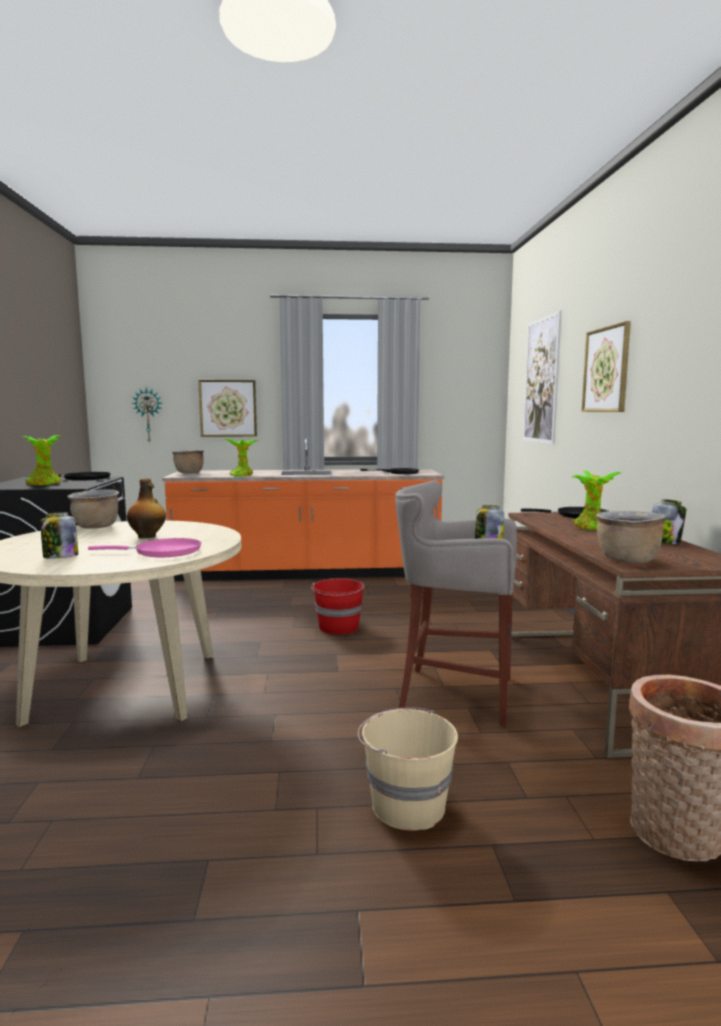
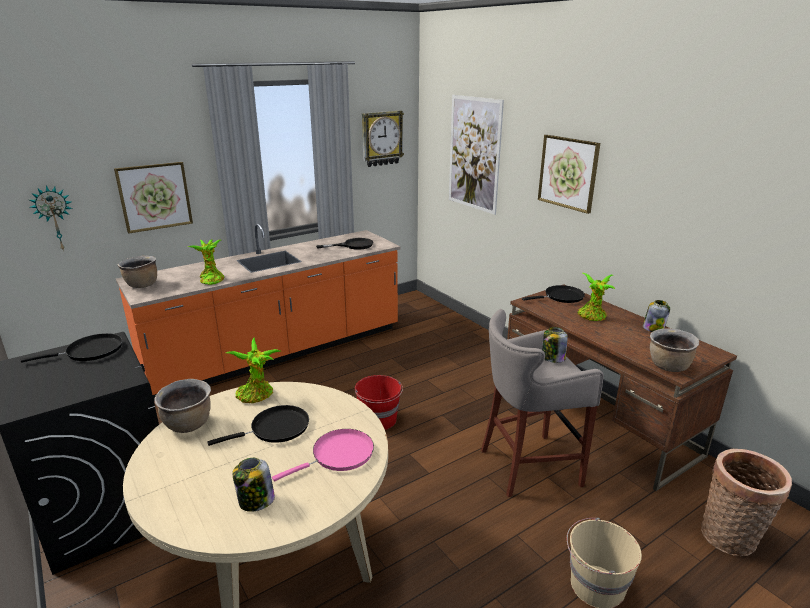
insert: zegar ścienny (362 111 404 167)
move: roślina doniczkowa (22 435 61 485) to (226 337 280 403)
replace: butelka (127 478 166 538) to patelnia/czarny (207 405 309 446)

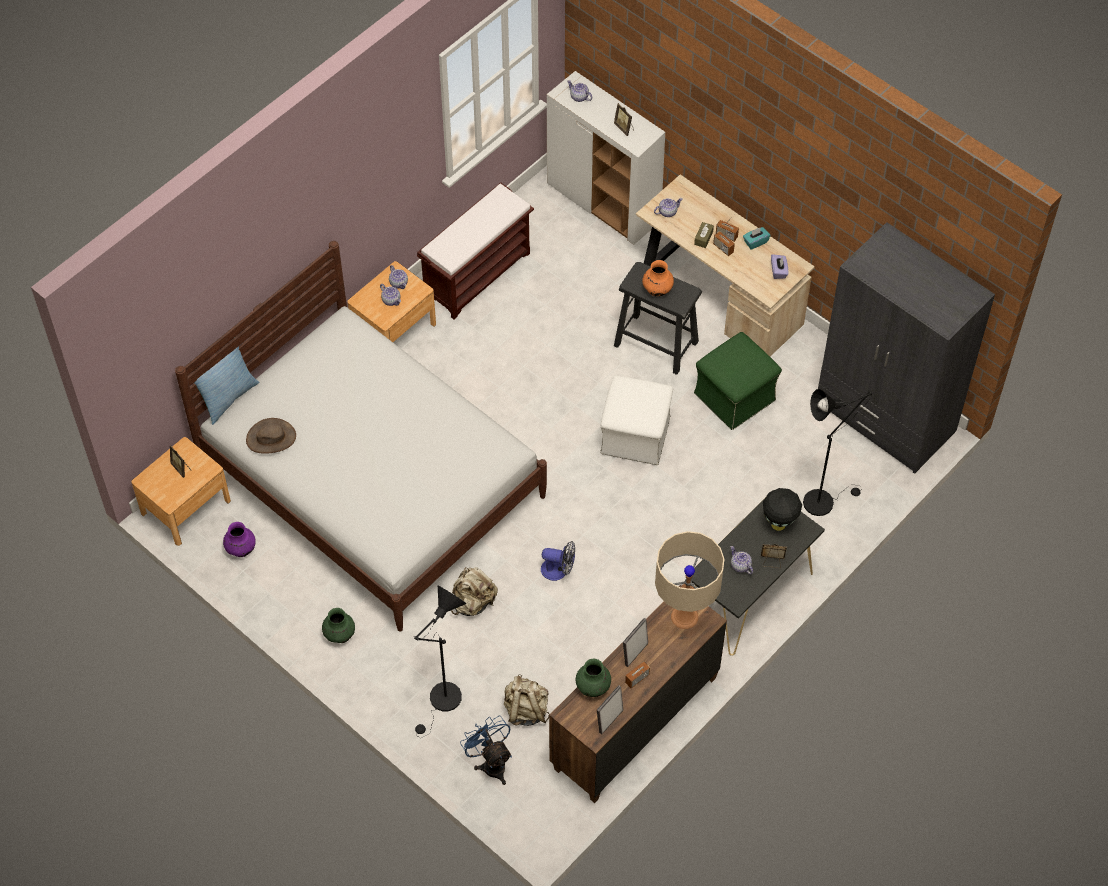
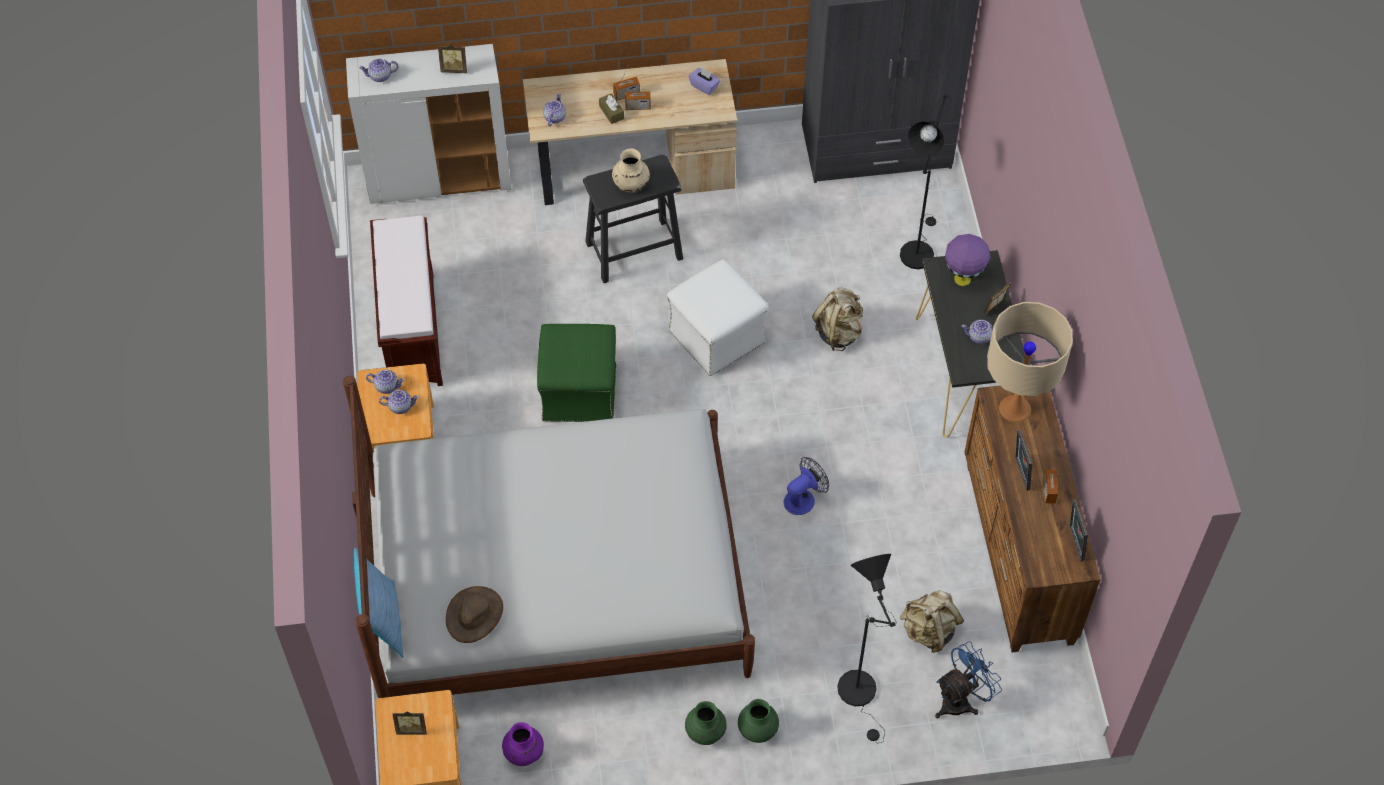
delete: pudełko chusteczek/turkusowy (743 227 770 250)
move: pufa/zielony (694 332 782 430) to (537 324 617 422); plecak/beżowy (451 567 498 616) to (812 287 863 351); wazon/zielony (576 659 611 697) to (738 699 779 743)
recolor: wazon/pomarańczowy (642 260 674 296) to wazon/beżowy (612 149 650 193); lampa stołowa/czarny (763 488 802 531) to lampa stołowa/fioletowy (945 234 990 286)
rotate: wentylator/niebieski (460 716 512 785) = (935 641 1002 718) 135 degrees clockwise

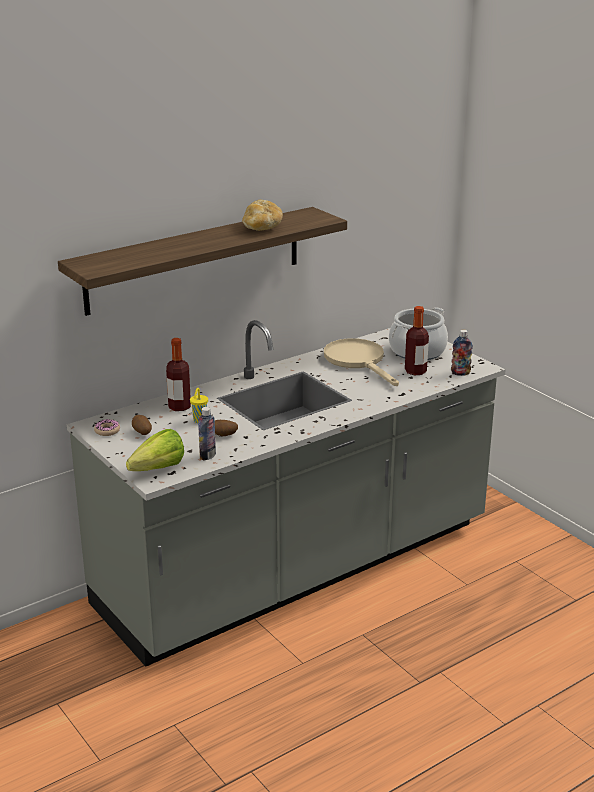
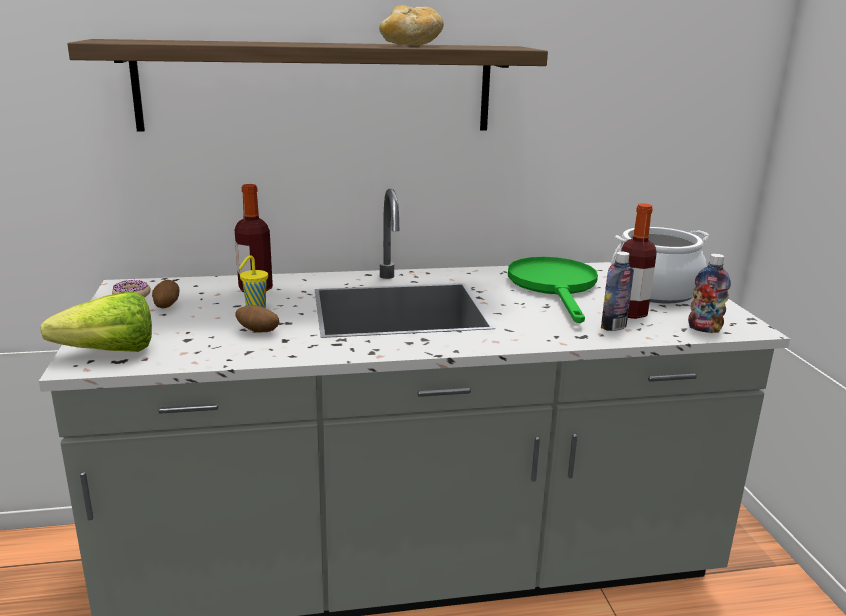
move: butelka (198 407 216 461) to (601 251 634 331)
recolor: patelnia/beżowy (324 338 399 386) to patelnia/zielony (508 257 598 323)

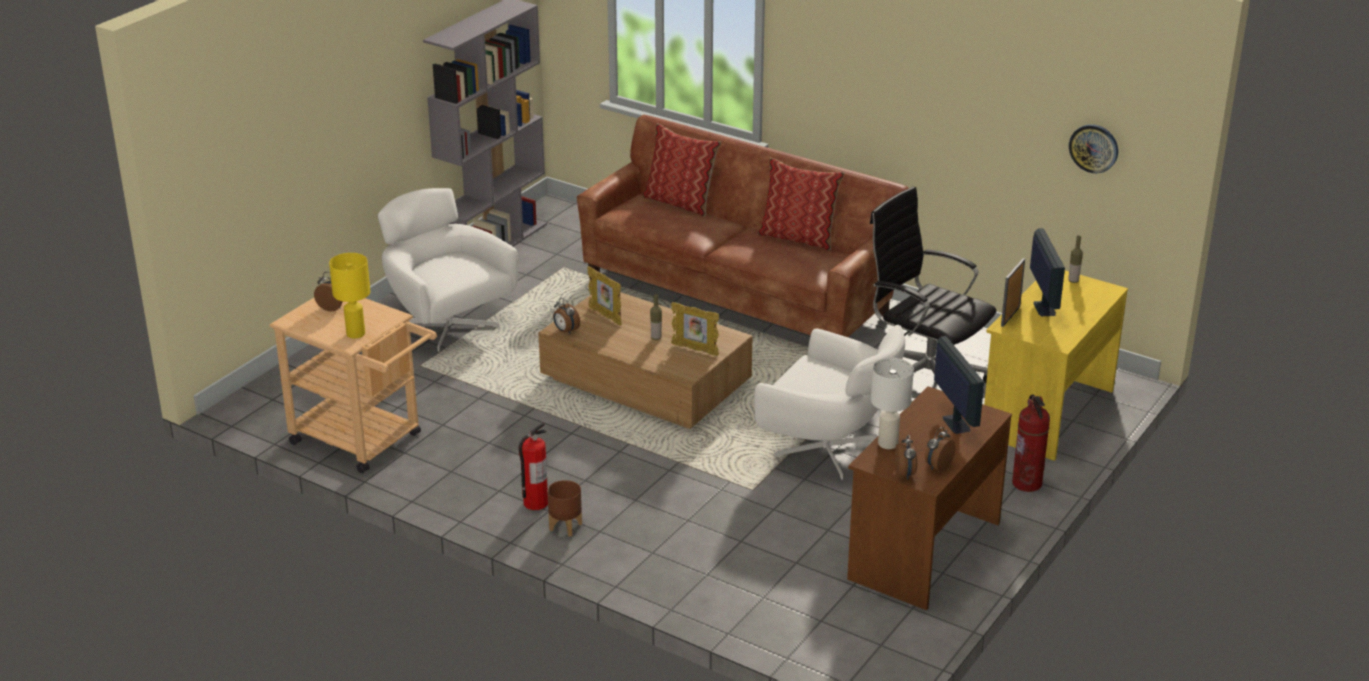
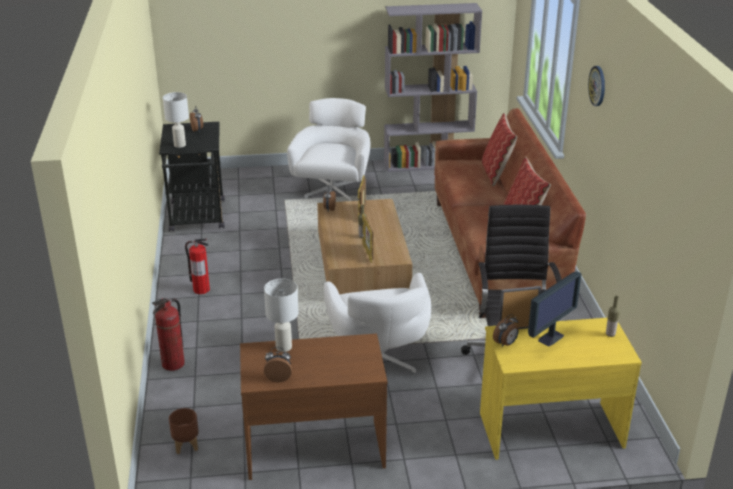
delete: monitor (934 336 984 434)
move: zegar ścienny (1069 124 1118 173) to (588 66 605 106); gaśnica (1012 394 1050 492) to (152 298 185 371); budzik (895 435 917 480) to (493 314 519 347); donica/brązowy (547 480 582 537) to (169 408 199 454)
recolor: lampa stołowa/żółty (329 253 370 339) to lampa stołowa/biały (163 92 189 148); wózek/beżowy (270 298 437 473) to wózek/czarny (159 122 225 231)

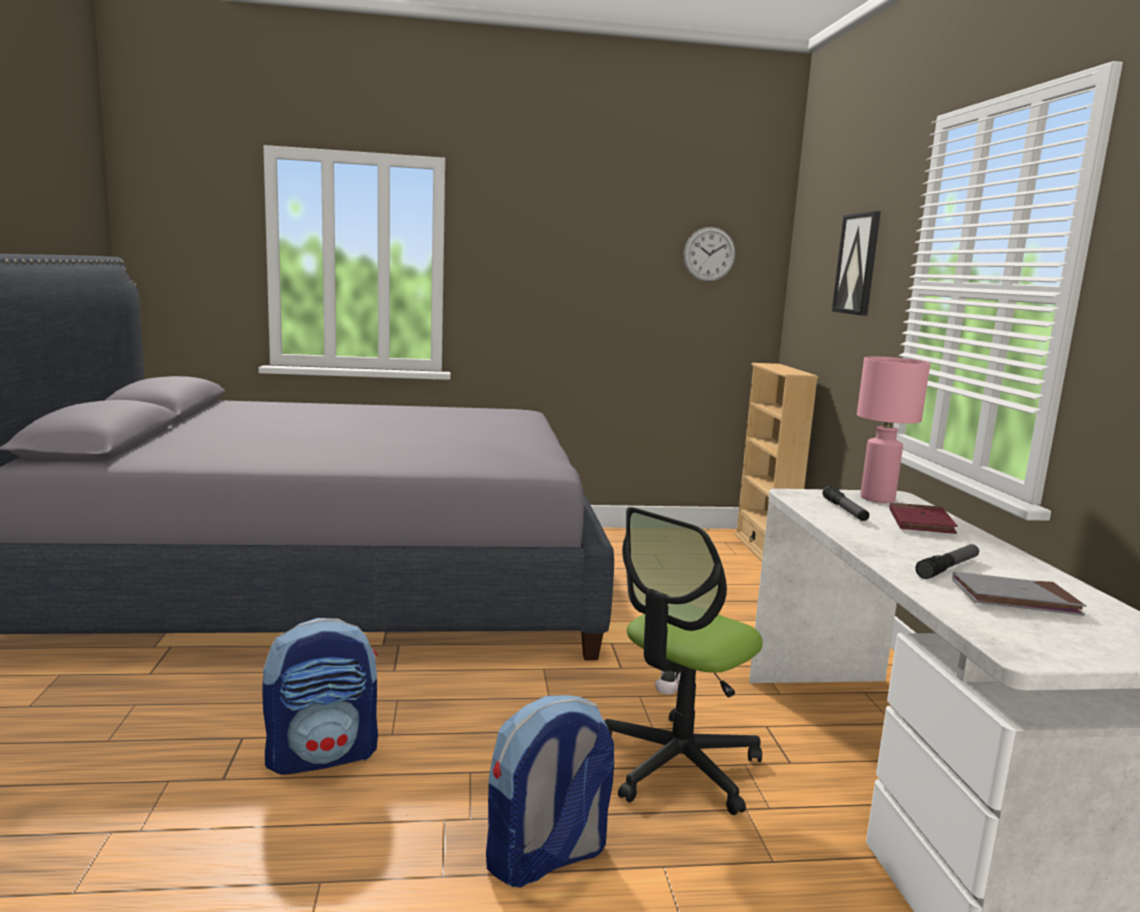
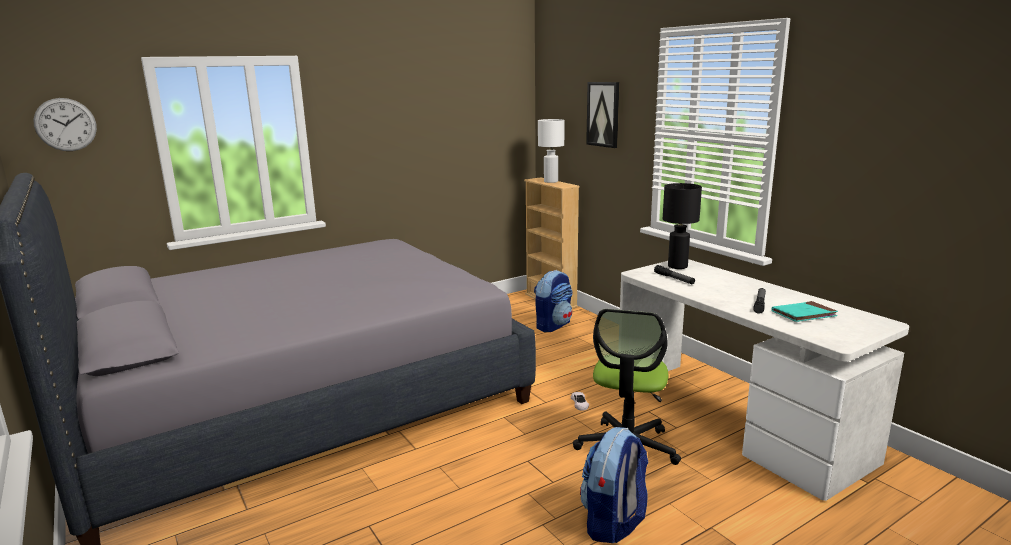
delete: książka/czerwony (889 503 958 534)
insert: lampa stołowa/biały (538 119 565 183)
move: zegar ścienny (683 227 735 282) to (33 98 97 151); plecak (262 618 378 775) to (534 270 573 332)
recolor: lampa stołowa/różowy (857 357 930 503) to lampa stołowa/czarny (663 183 702 269); książka/szary (952 572 1086 616) to książka/turkusowy (771 301 838 322)

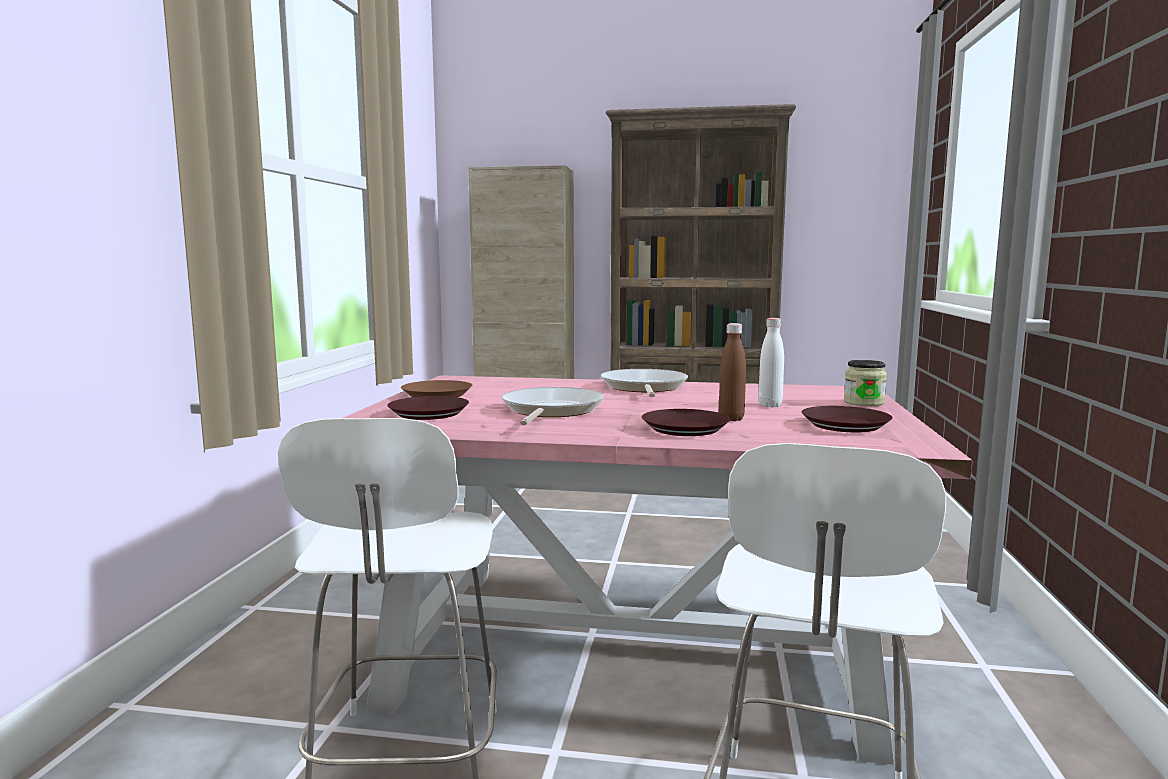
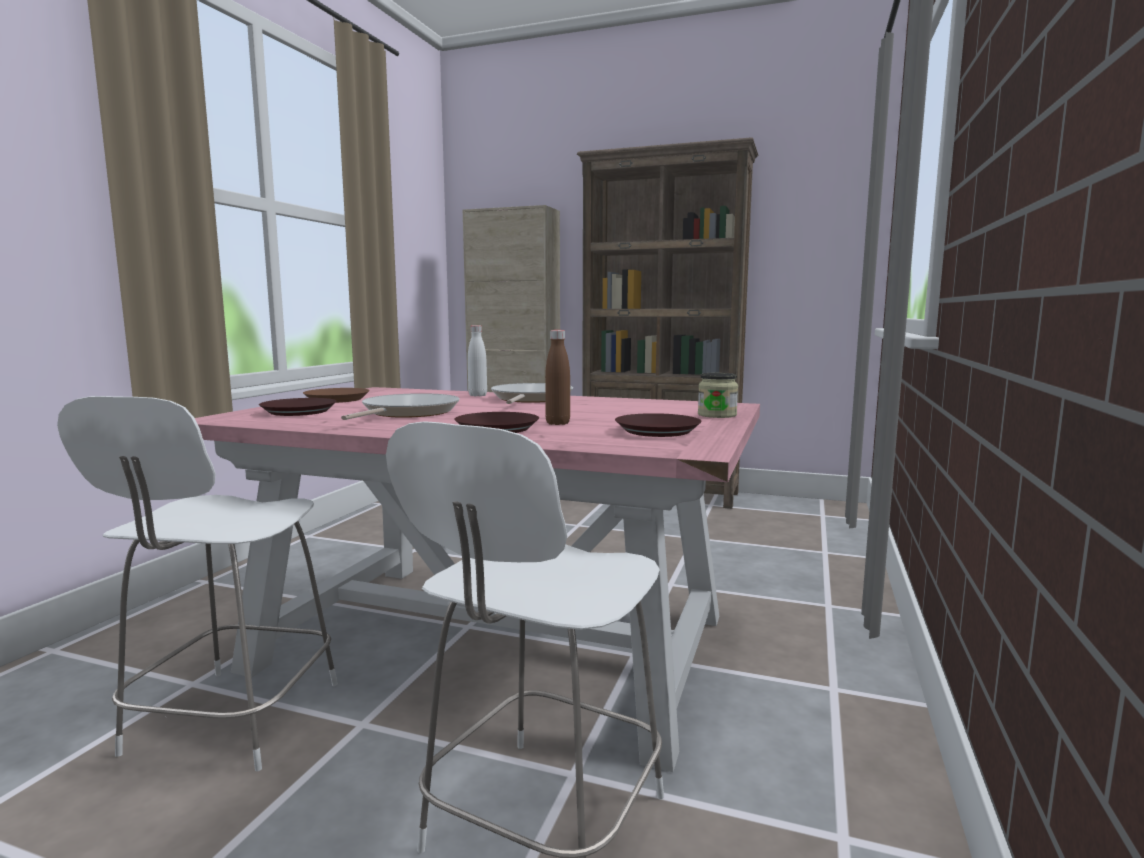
move: butelka/biały (758 318 784 407) to (468 325 487 396)

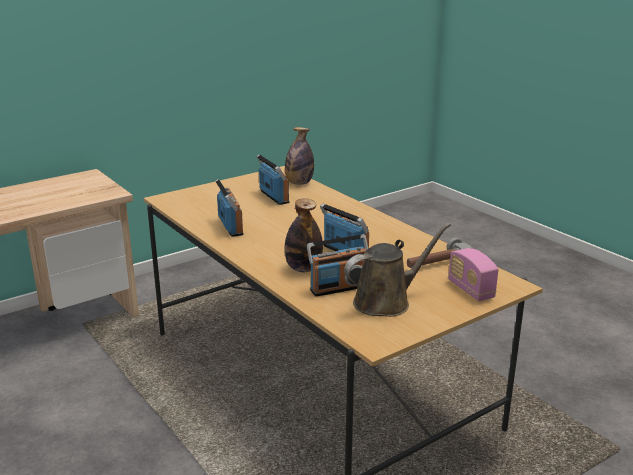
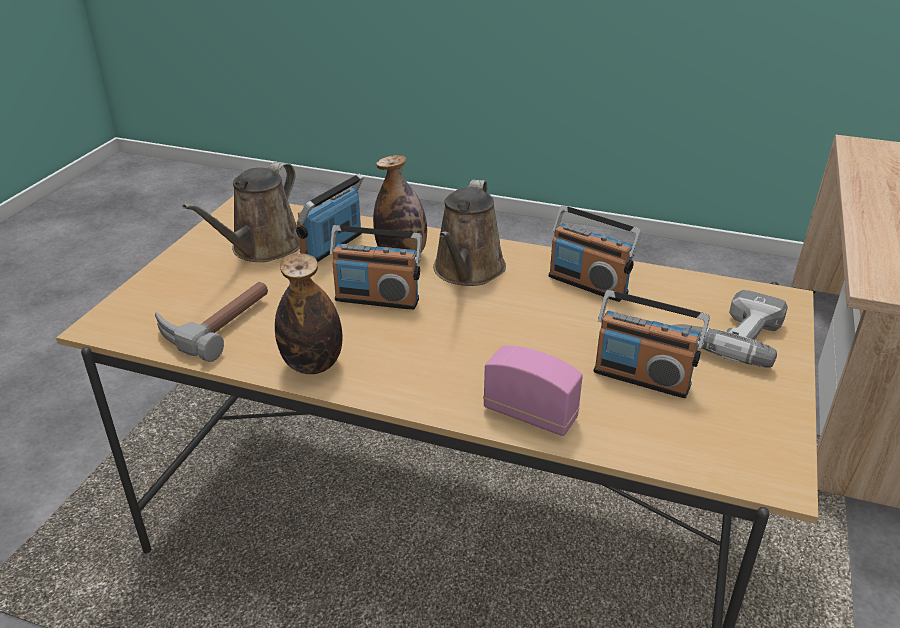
insert: konewka/brązowy (433 180 506 286); wiertarka (672 290 788 368)
move: butelka (285 127 314 185) to (275 253 342 374); radio (449 248 498 301) to (483 346 583 436)

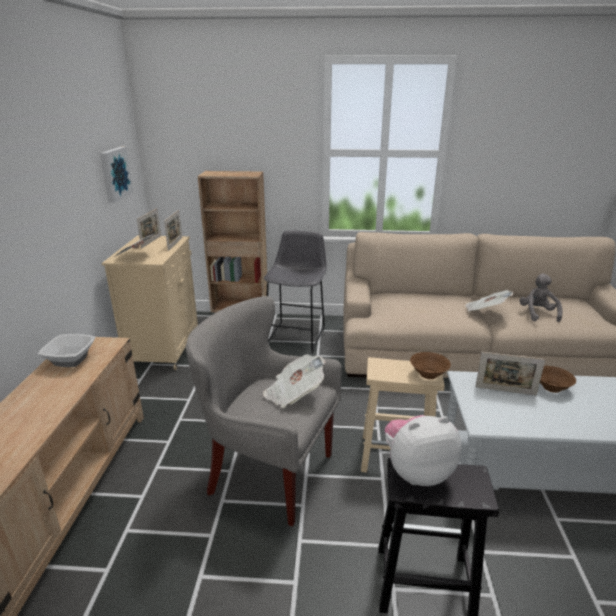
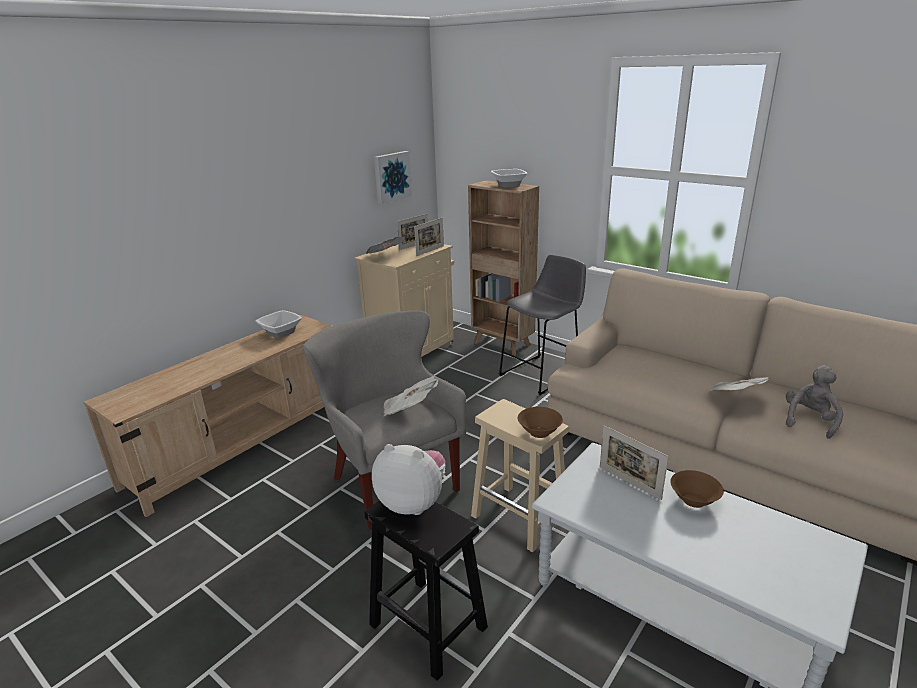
insert: miska (491 169 528 188)

